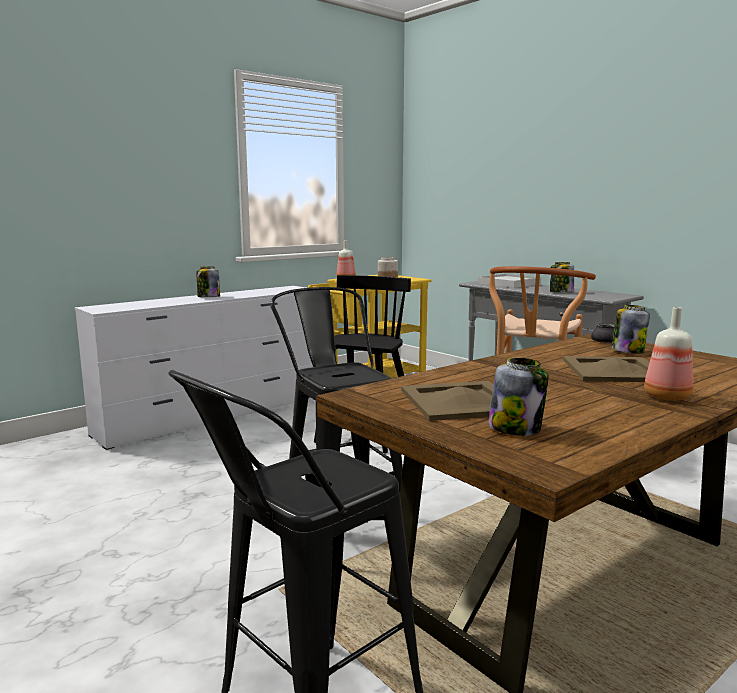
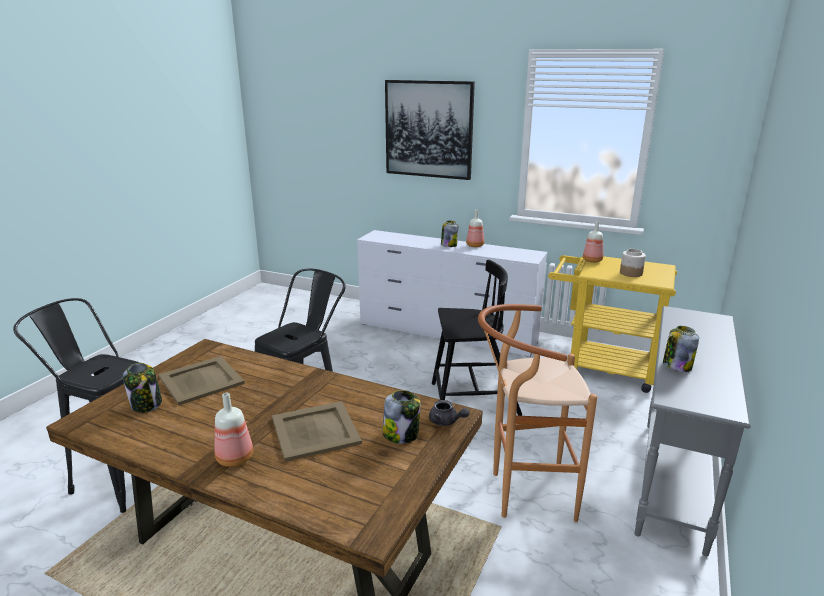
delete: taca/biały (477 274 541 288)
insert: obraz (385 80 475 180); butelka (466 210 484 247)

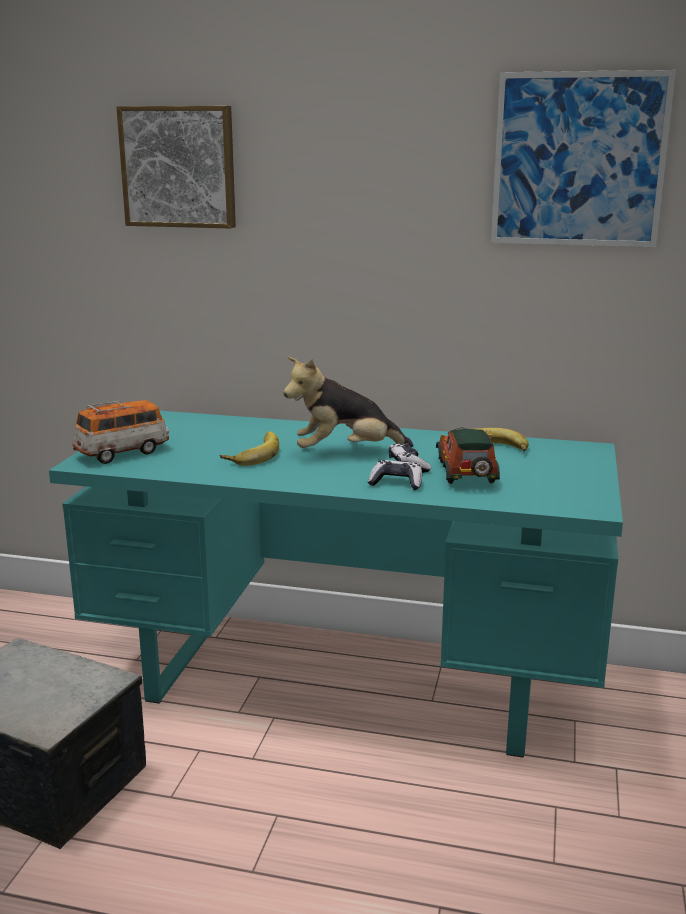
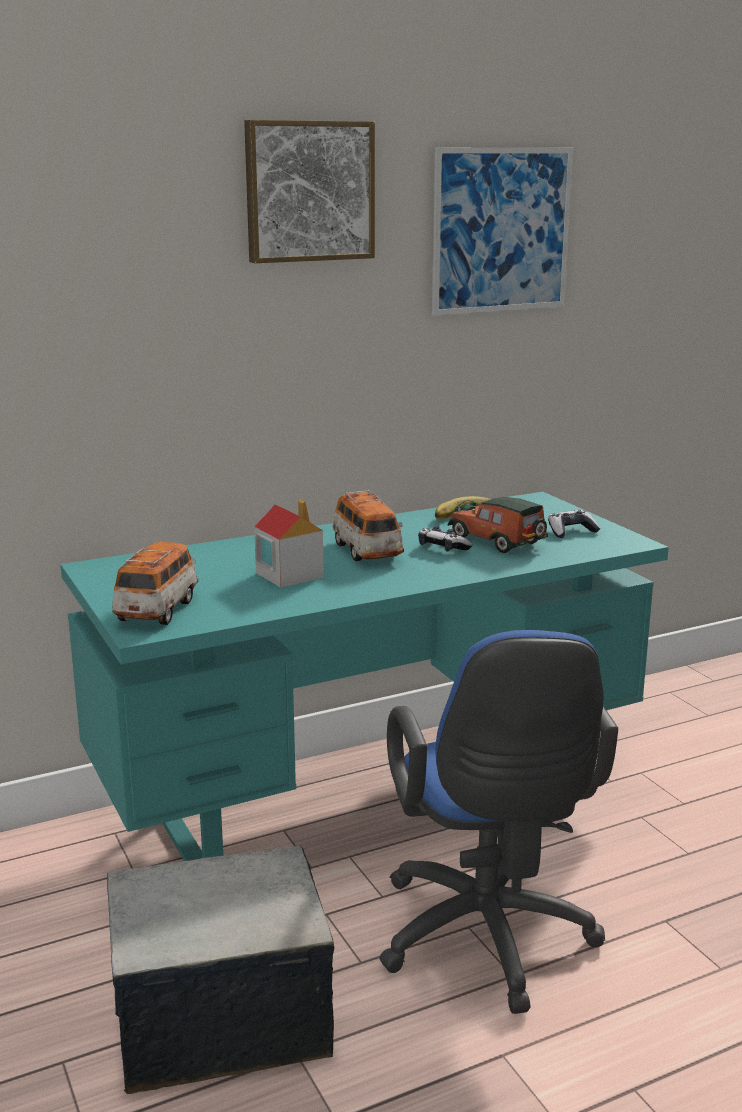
insert: krzesło biurowe/niebieski (379 630 618 1014)
move: obraz (116 106 236 229) to (244 120 375 263); pad do gier (368 460 422 490) to (548 510 600 538)
replace: pluszak (283 357 413 448) to samochodzik (332 490 404 561); banan (220 431 279 466) to domek (254 499 324 588)

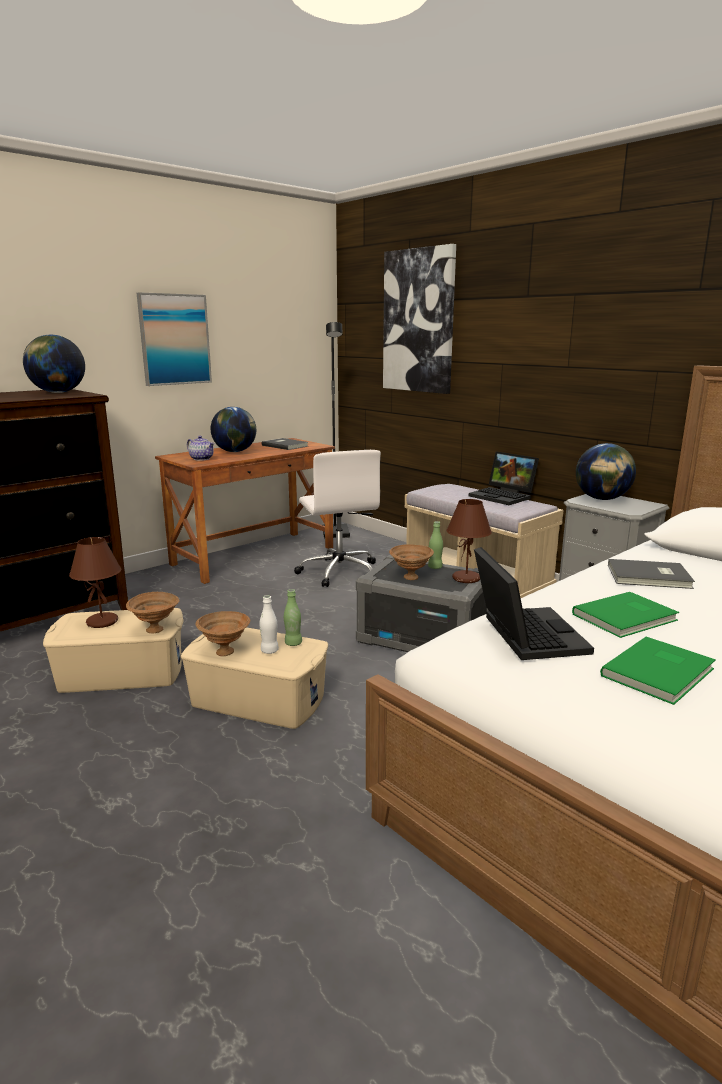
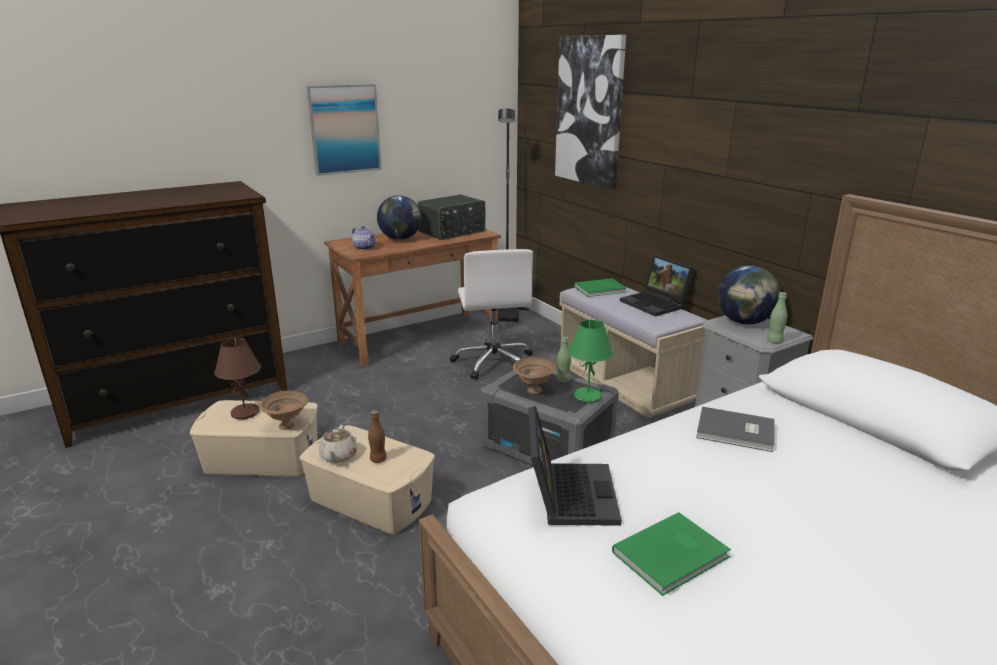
delete: globus (23 335 85 393)
move: butelka/zielony (284 589 302 646) to (767 292 787 343); książka/zielony (572 592 679 638) to (574 278 626 297)
replace: książka/szary (262 438 309 450) to radio (417 195 486 240); miska/brązowy (196 611 250 656) to imbryk/beżowy (319 425 357 463)
recolor: lampa stołowa/brązowy (446 499 492 583) to lampa stołowa/zielony (568 320 613 403); butelka/biały (259 595 279 654) to butelka/brązowy (368 410 387 463)

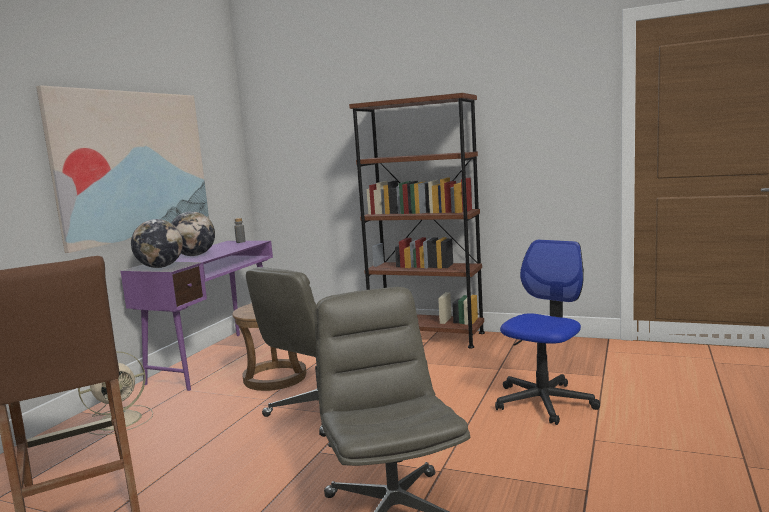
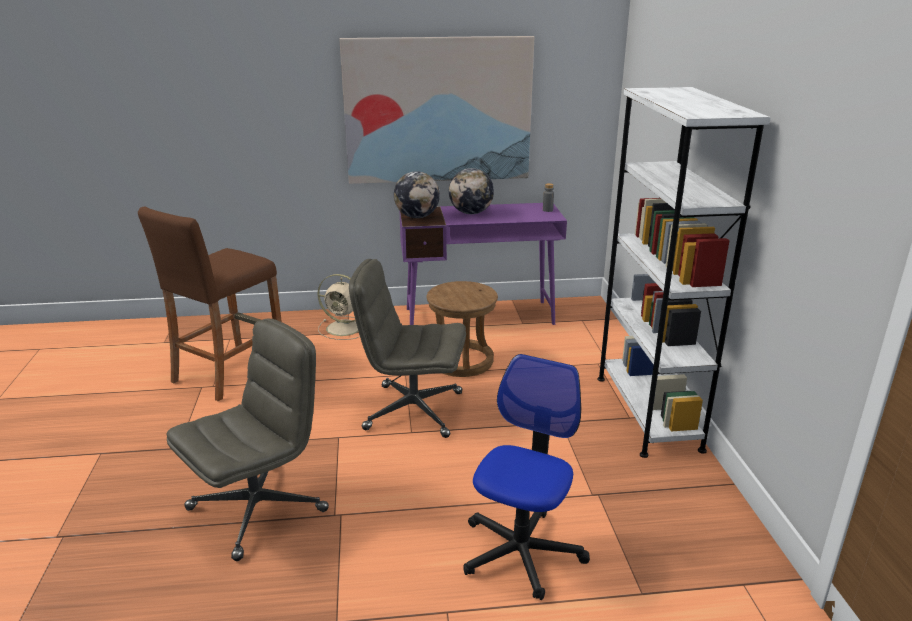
recolor: regał/brązowy (349 93 485 348) to regał/biały (597 87 771 458)
rotate: krzesło biurowe (495 240 600 425) = (463 354 590 601) 75 degrees counterclockwise

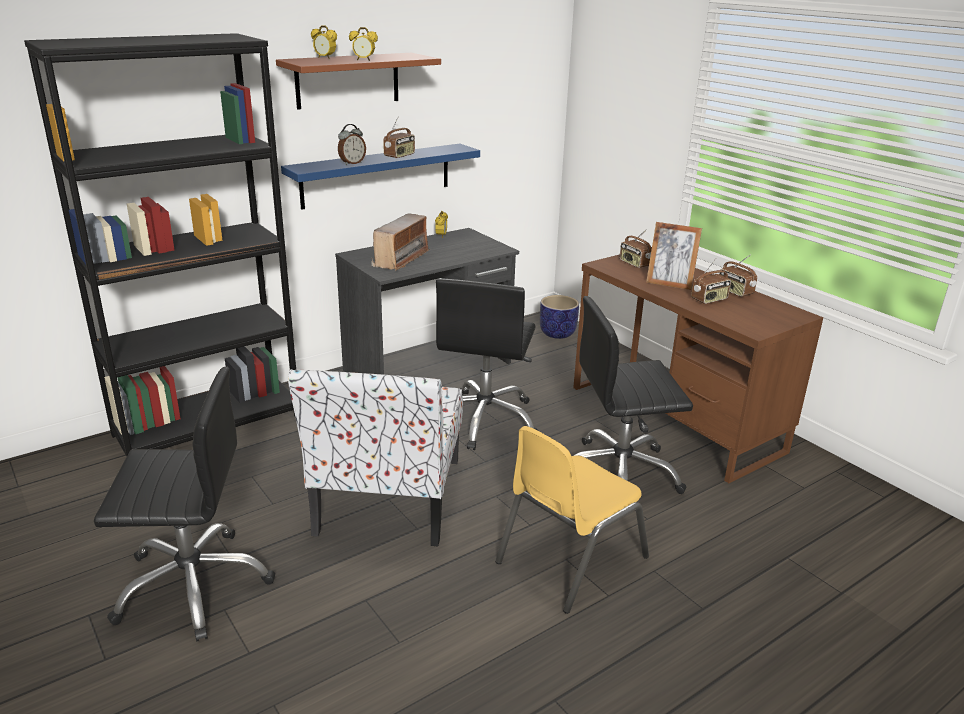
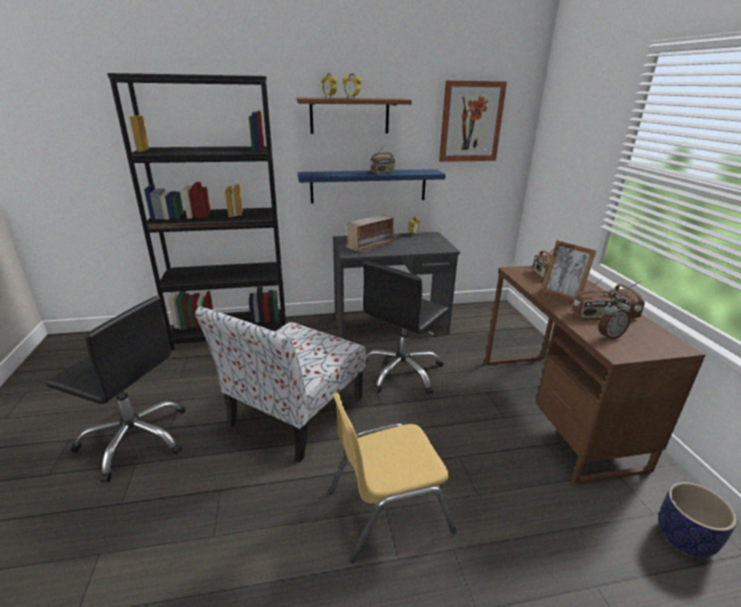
delete: krzesło biurowe/czarny (574 296 693 494)
insert: obraz (439 81 507 162)
move: budzik (338 124 366 165) to (599 298 631 339); donica (540 295 579 339) to (658 482 737 557)

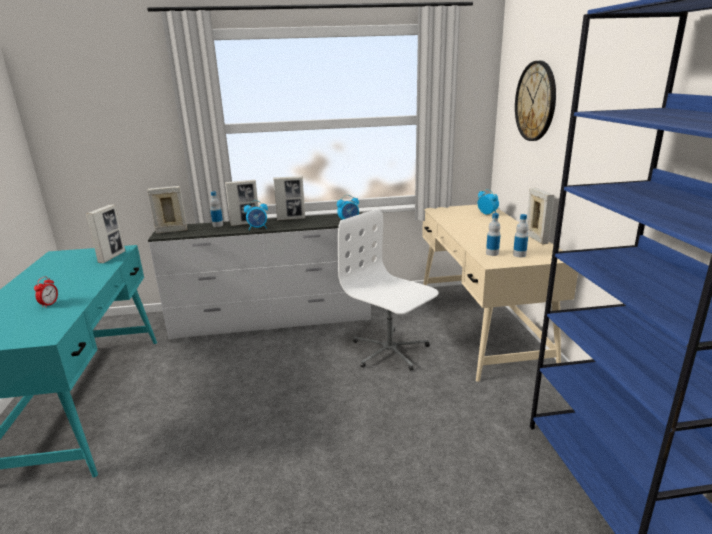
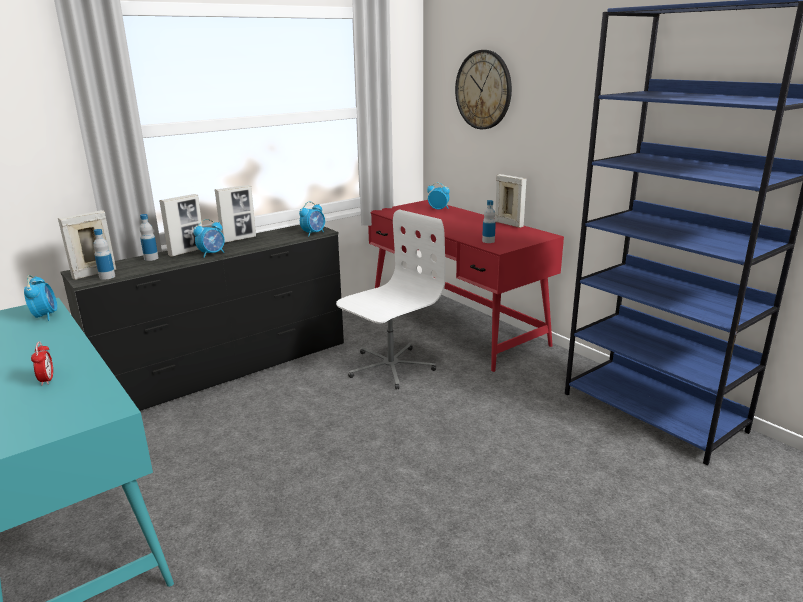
move: butelka (513 214 528 257) to (93 229 115 280)
replace: ramka na zdjęcie (86 205 125 263) to budzik (24 275 57 321)
recolor: biurko/beżowy (422 205 578 382) to biurko/czerwony (368 200 564 372); komoda/biały (148 212 371 339) to komoda/czarny (60 225 344 411)
rotate: krzesło biurowe/biały (338 209 439 371) = (336 209 446 390) 120 degrees clockwise

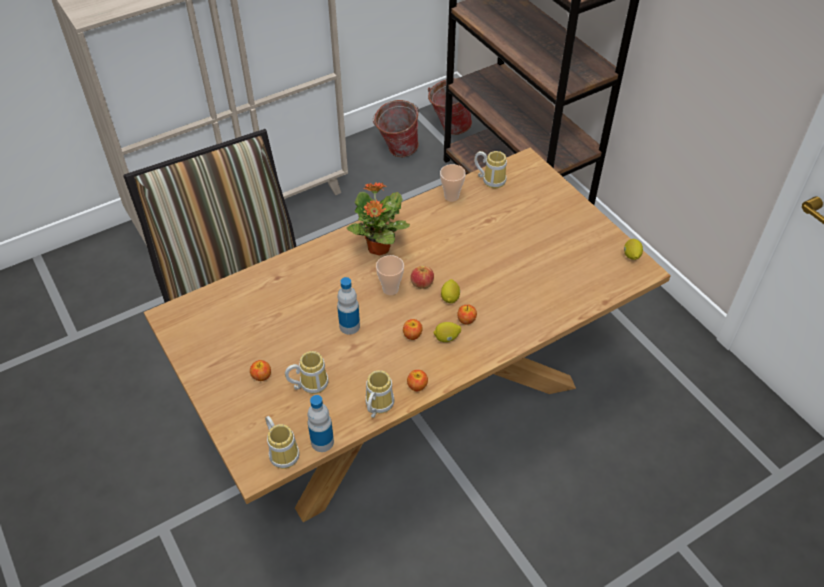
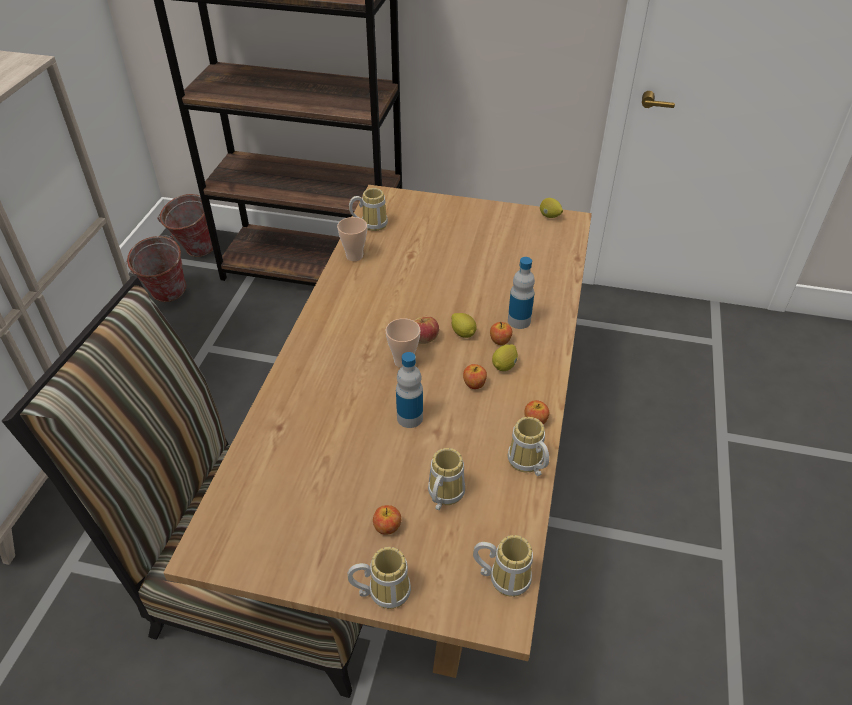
delete: roślina doniczkowa (346 182 410 256)
insert: kubek (348 547 411 609)
move: butelka (308 395 334 452) to (508 257 535 329)

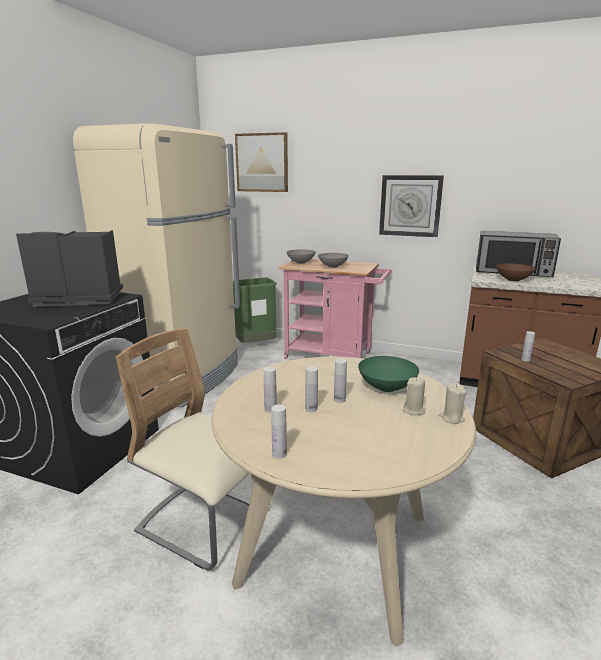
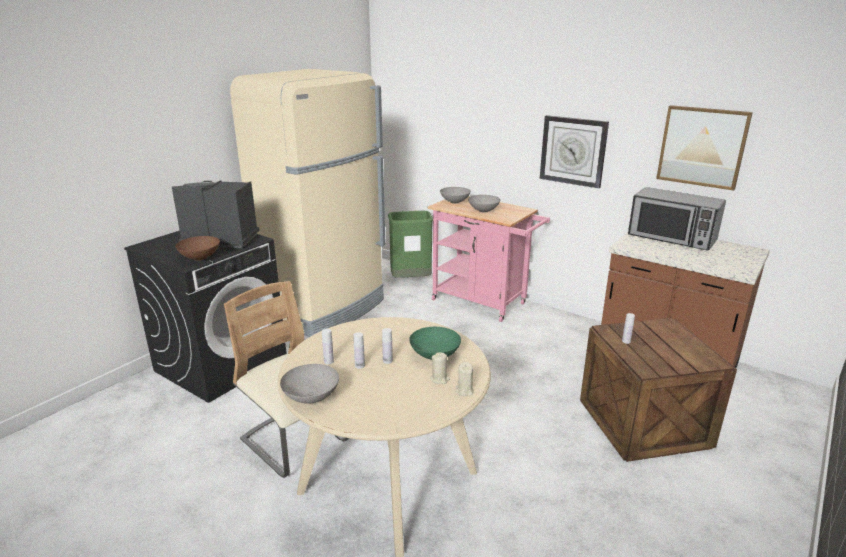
move: obraz (235 132 288 192) to (656 105 753 191); miska/brązowy (496 263 536 282) to (175 236 220 261)
replace: butelka/biały (271 404 287 459) to miska/szary (280 364 339 404)

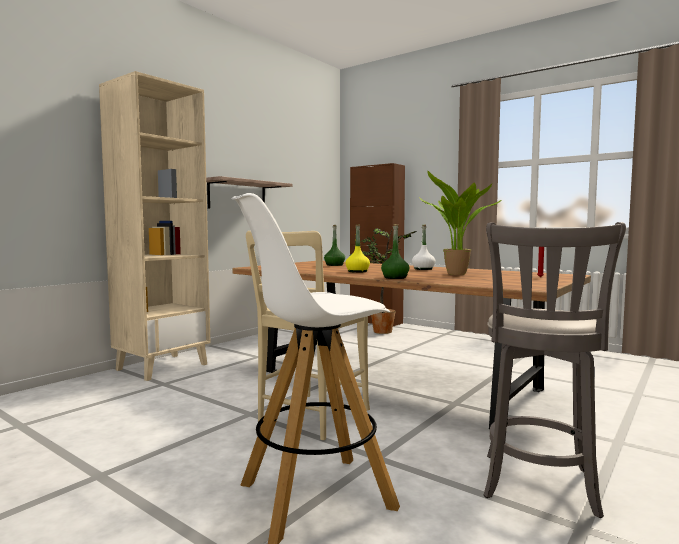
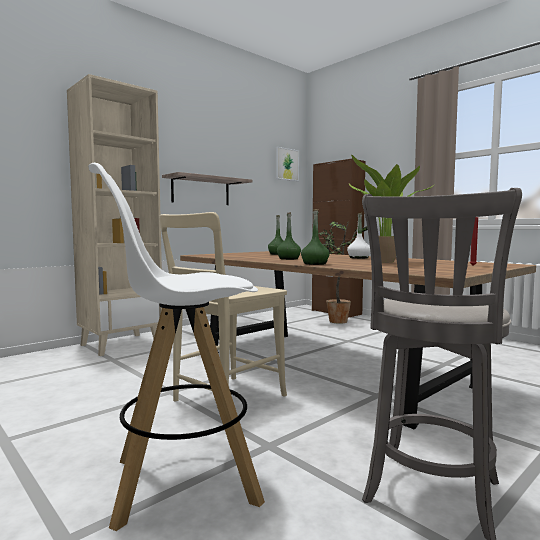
insert: obraz (276 147 299 181)
recolor: butelka/żółty (345 224 370 273) to butelka/zielony (277 212 301 260)

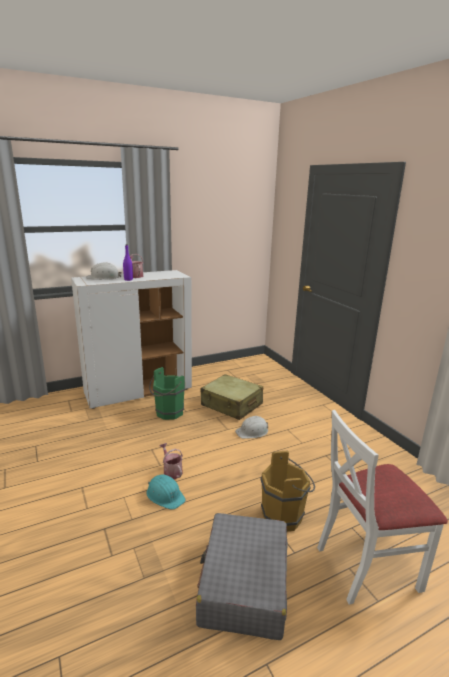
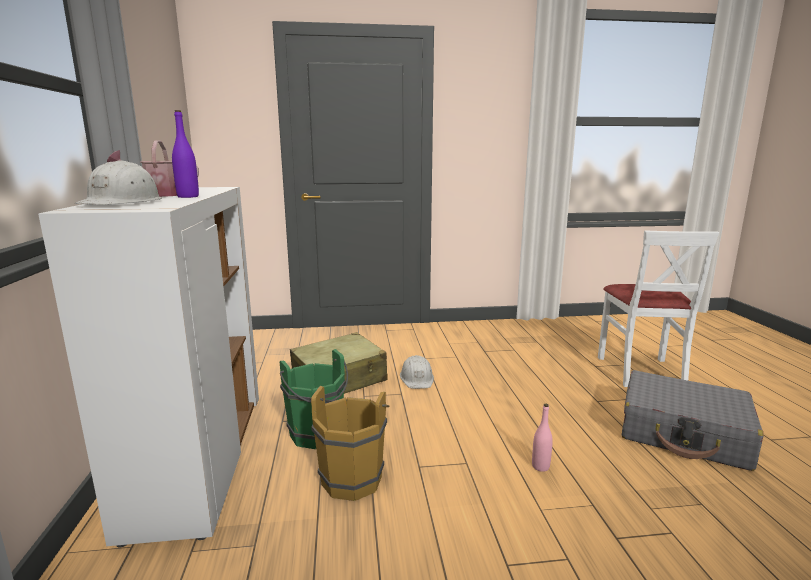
delete: konewka (159 443 183 480)
move: wiadro/brązowy (260 451 315 531) to (311 386 389 501)
replace: kask/turkusowy (147 475 186 510) to butelka/różowy (532 404 553 472)

